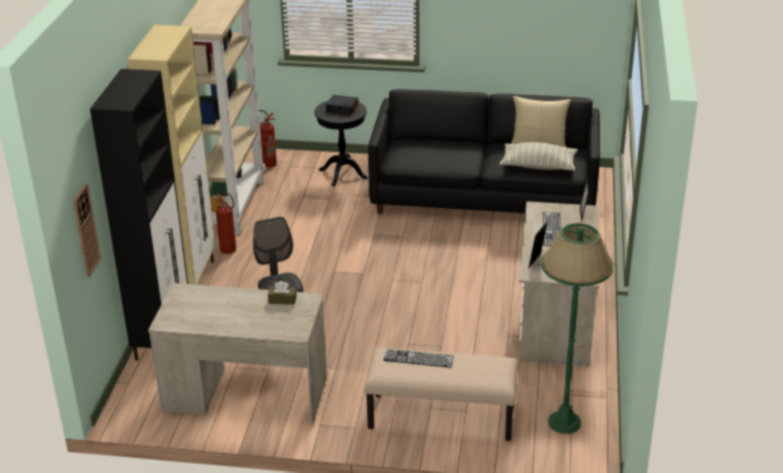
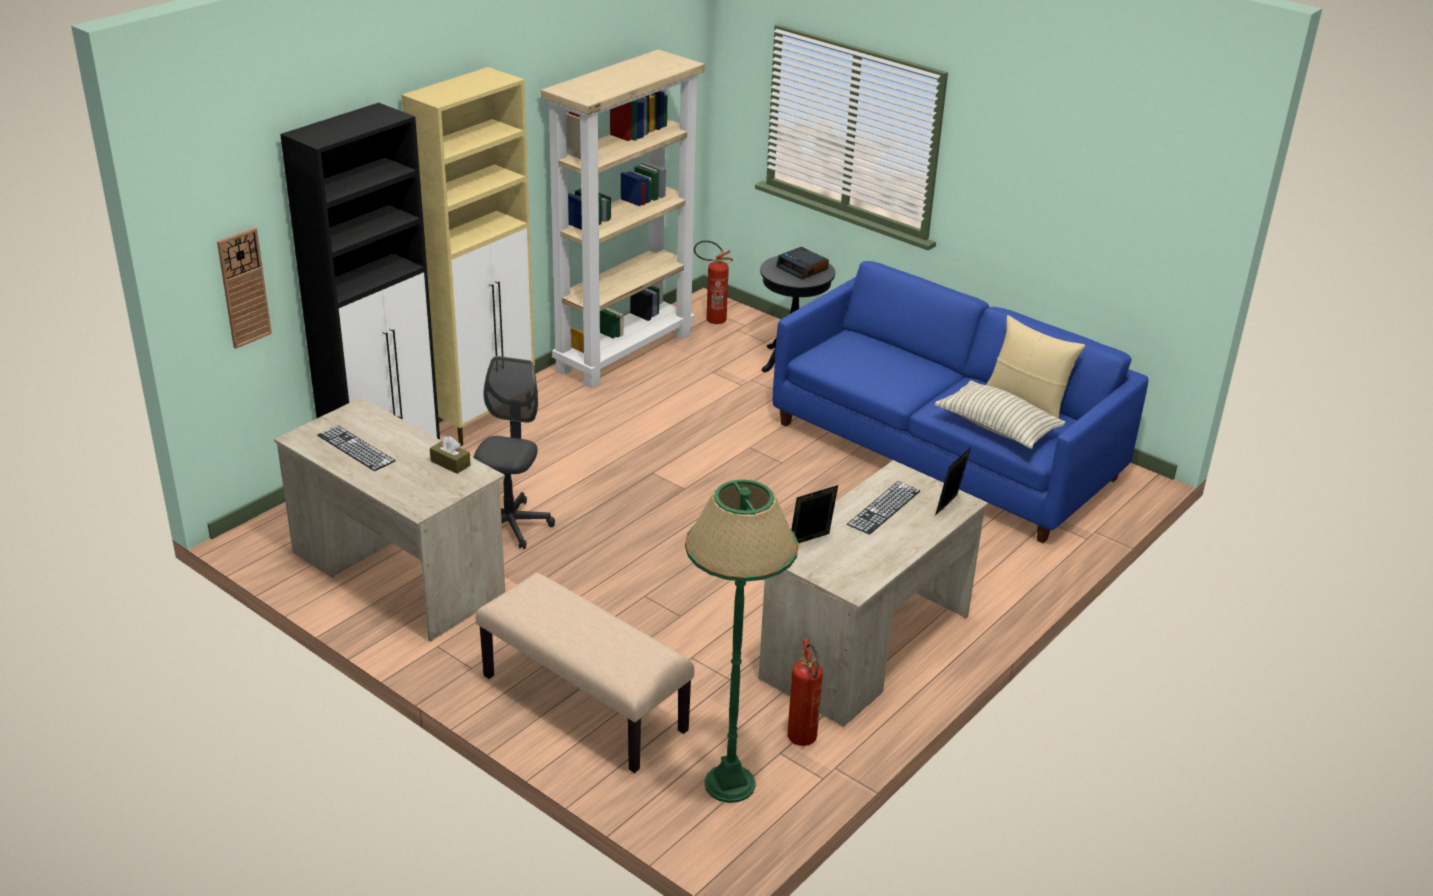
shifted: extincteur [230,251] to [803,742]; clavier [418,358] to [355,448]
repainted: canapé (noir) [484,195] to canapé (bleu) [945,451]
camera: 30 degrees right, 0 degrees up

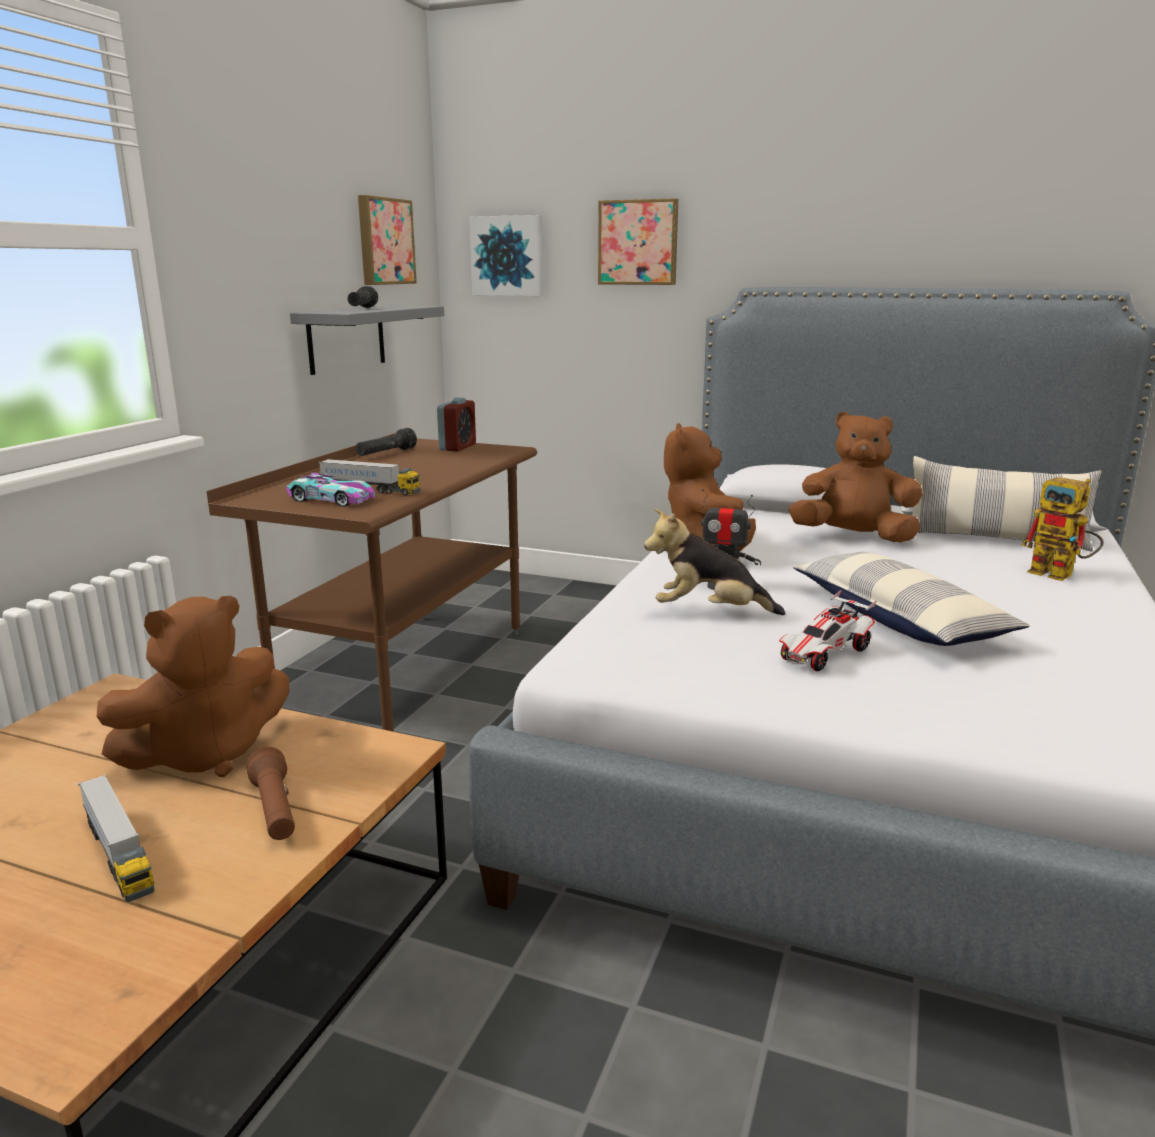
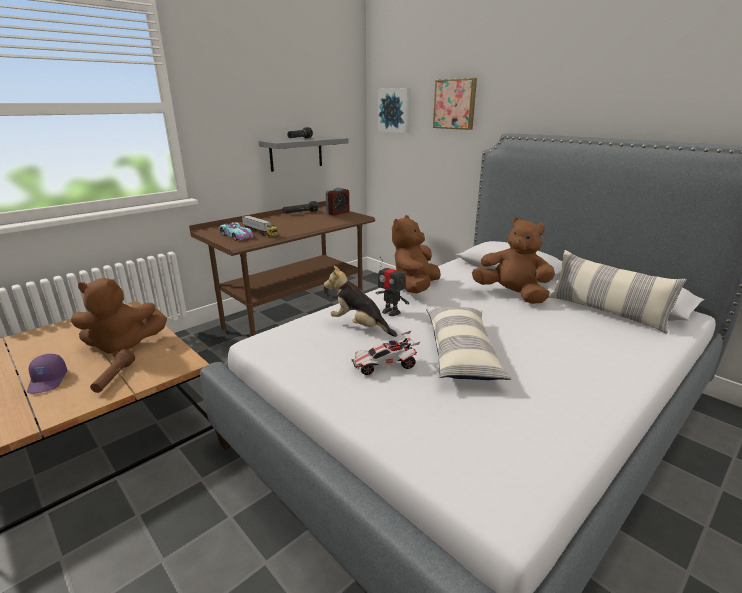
gone: tableau [384,241]; robot jouet [1060,575]
swapped: camion jouet [119,854] to casquette (violet) [48,381]
camera: 25 degrees right, 5 degrees up

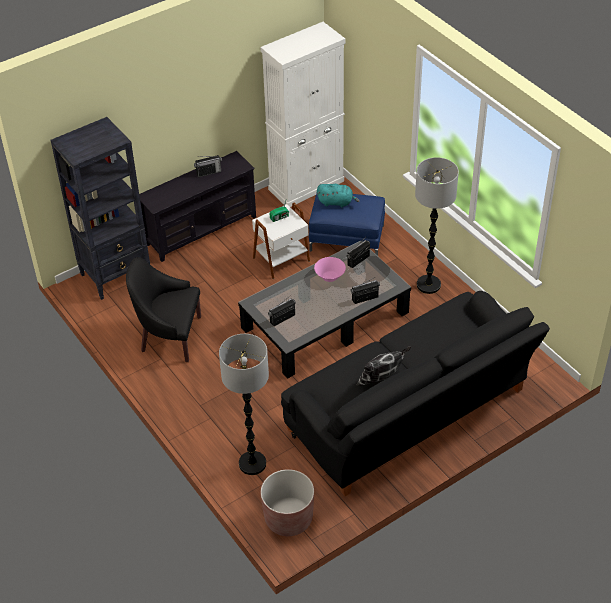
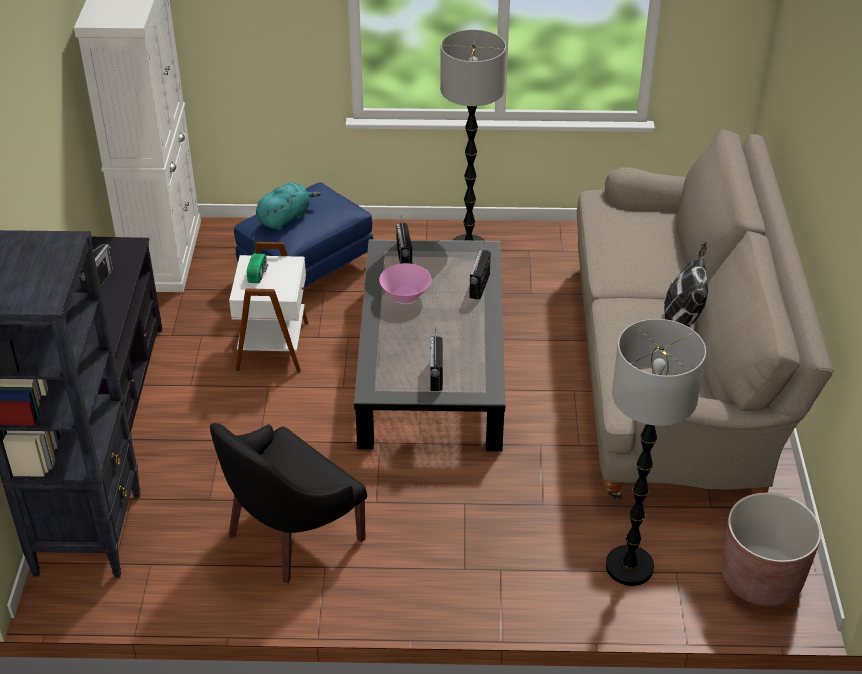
repainted: canapé (noir) [410,415] to canapé (beige) [673,373]
camera: 55 degrees left, 5 degrees down

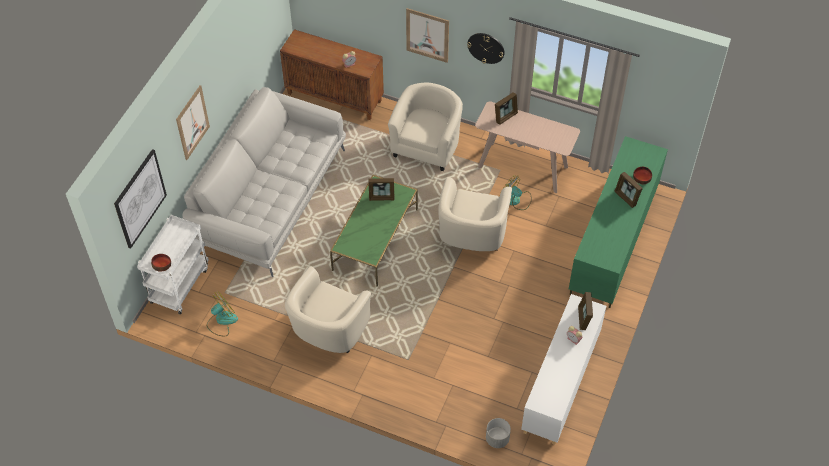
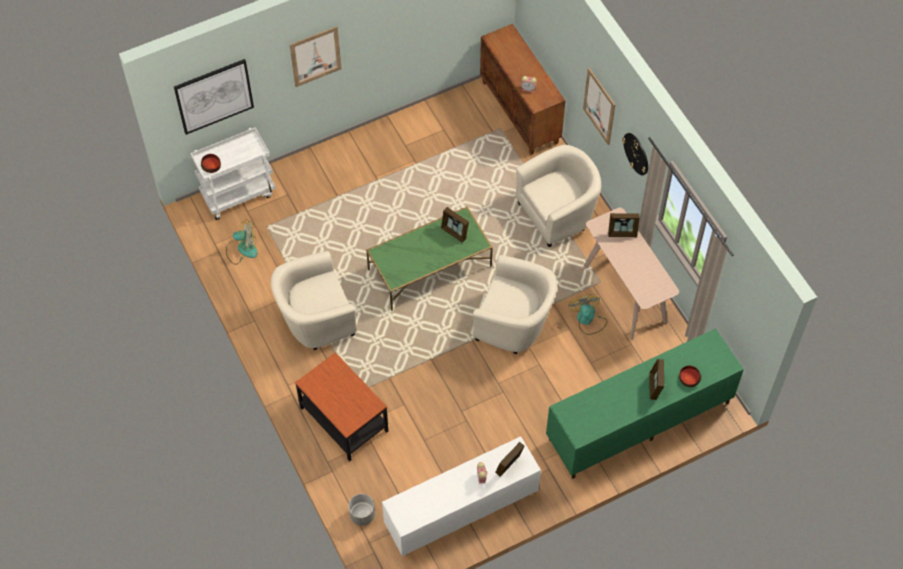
gone: canapé (blanc) [270,196]
new: table d'appoint [343,419]
rotated: fauteuil (beige) [471,236] = [514,324] 120 degrees counterclockwise
camera: 40 degrees right, 5 degrees up

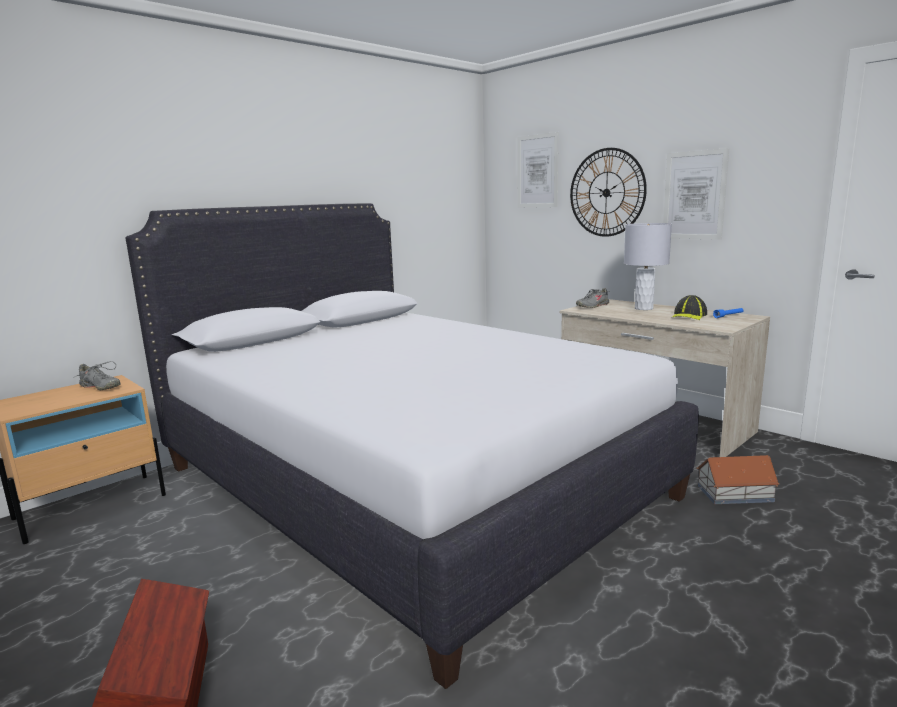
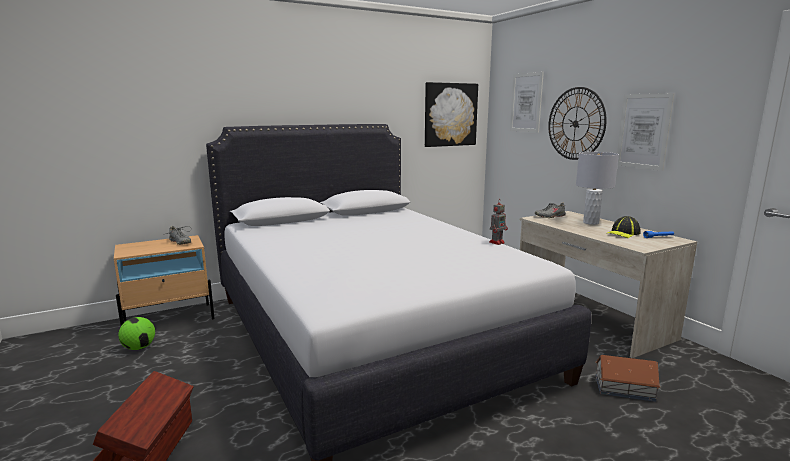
new: ballon de foot [139,347]; tableau [450,114]; robot jouet [497,242]
camera: 15 degrees right, 0 degrees up

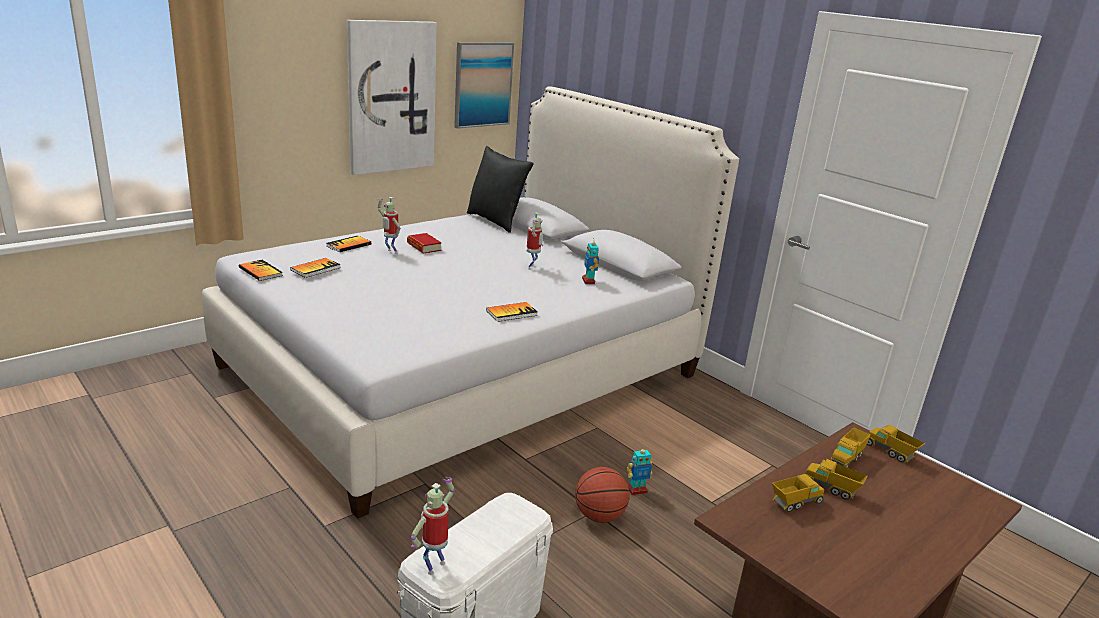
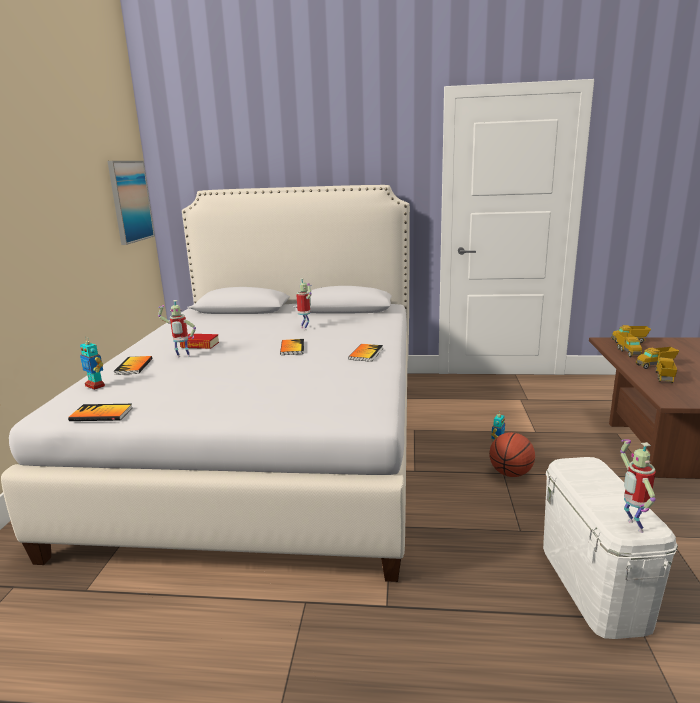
gone: tableau [391,97]; coussin (noir) [496,221]
shifted: livre [315,269] to [292,348]; robot jouet [588,281] to [95,386]
camera: 40 degrees left, 5 degrees down

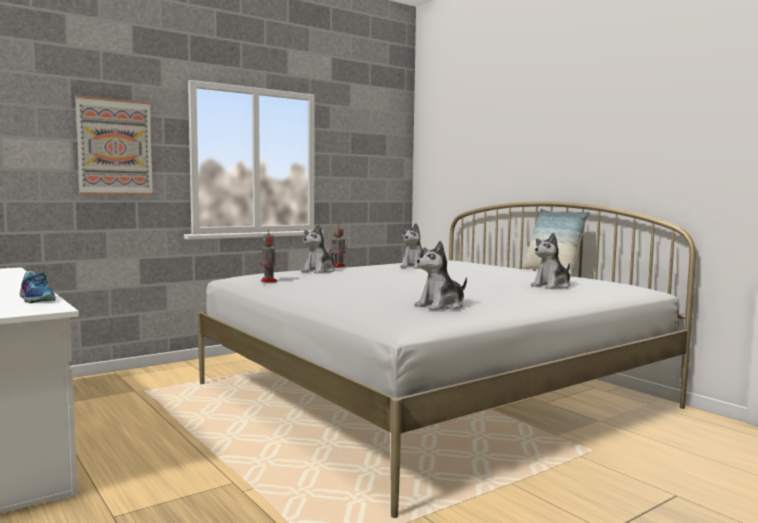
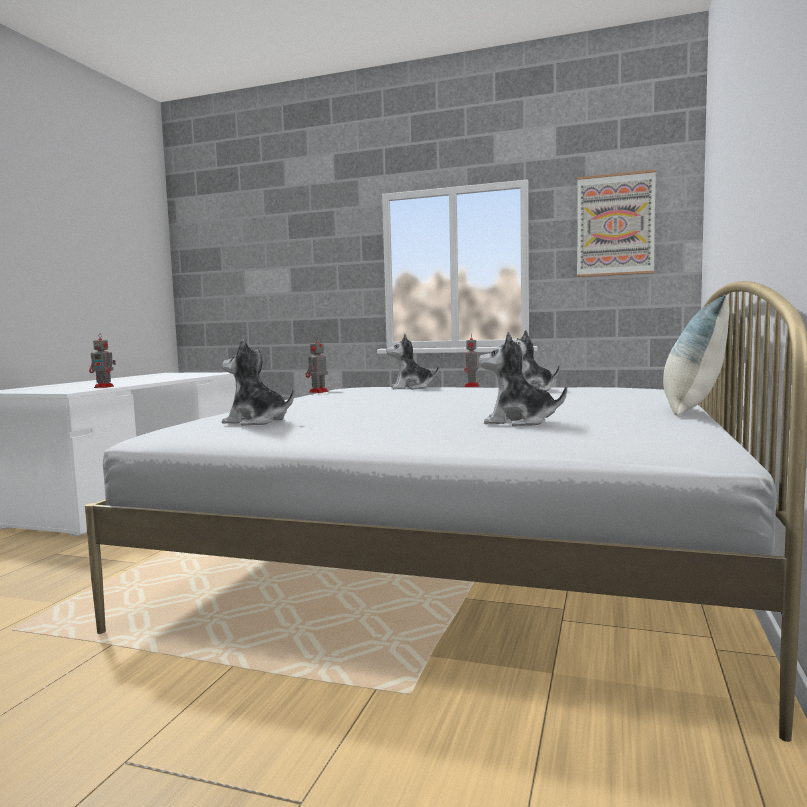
shifted: tableau [115,147] to [615,225]
swapped: chaussure [37,299] to robot jouet [105,387]
camera: 55 degrees right, 0 degrees up

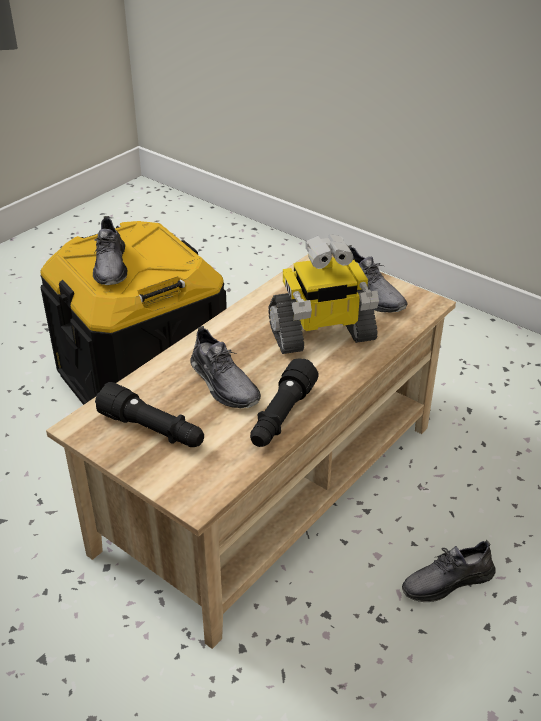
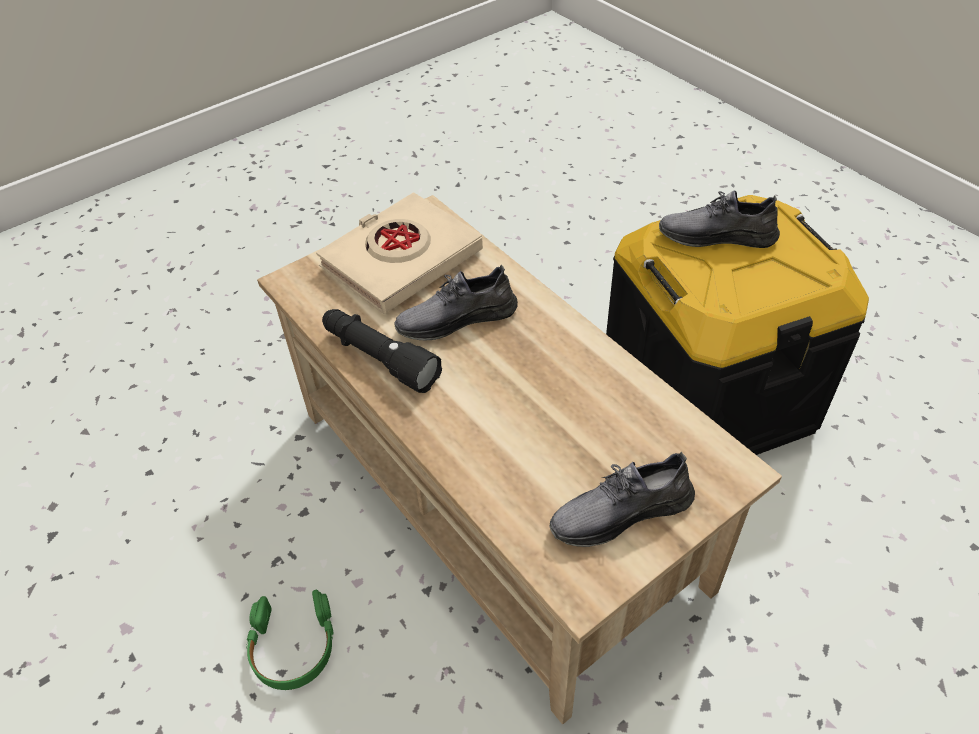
gone: robot jouet [321,334]
swapped: lampe de poche (noir) [153,430] to livre (beige) [401,259]; chaussure (gris) [447,581] to casque audio (vert) [293,646]
camera: 105 degrees right, 10 degrees up

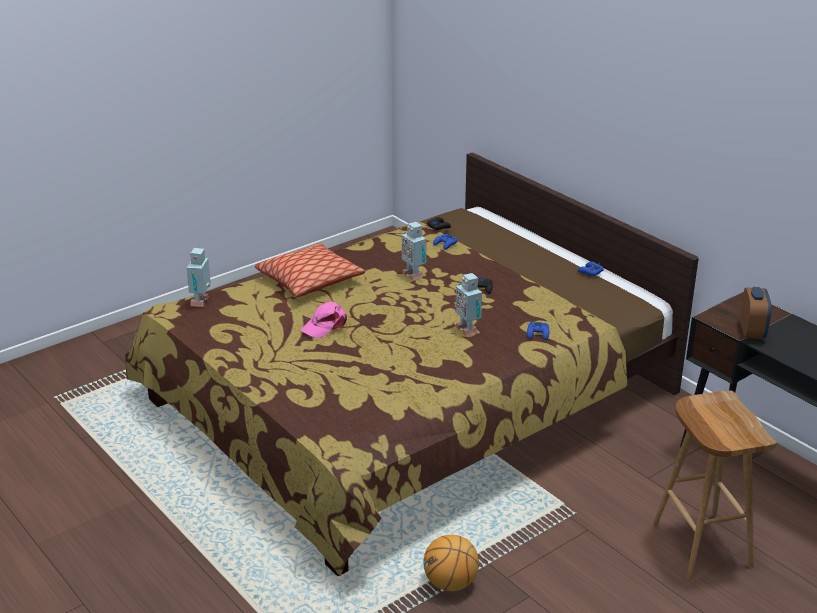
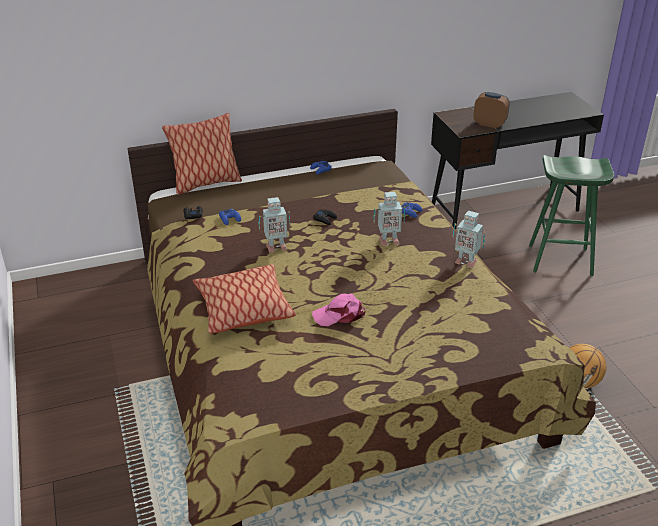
new: coussin [206,183]
shifted: robot jouet [201,301] to [465,261]
repainted: tabouret (marron) [700,544] to tabouret (vert) [559,260]
rotated: casquette (rose) [325,325] = [340,315] 105 degrees clockwise
camera: 70 degrees left, 5 degrees up

